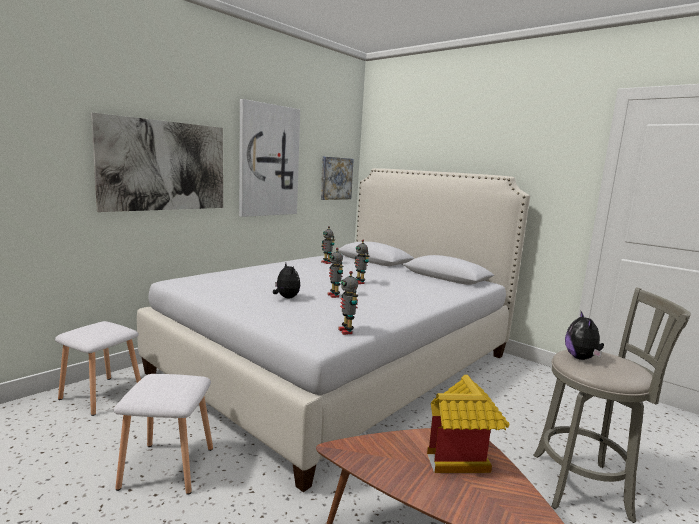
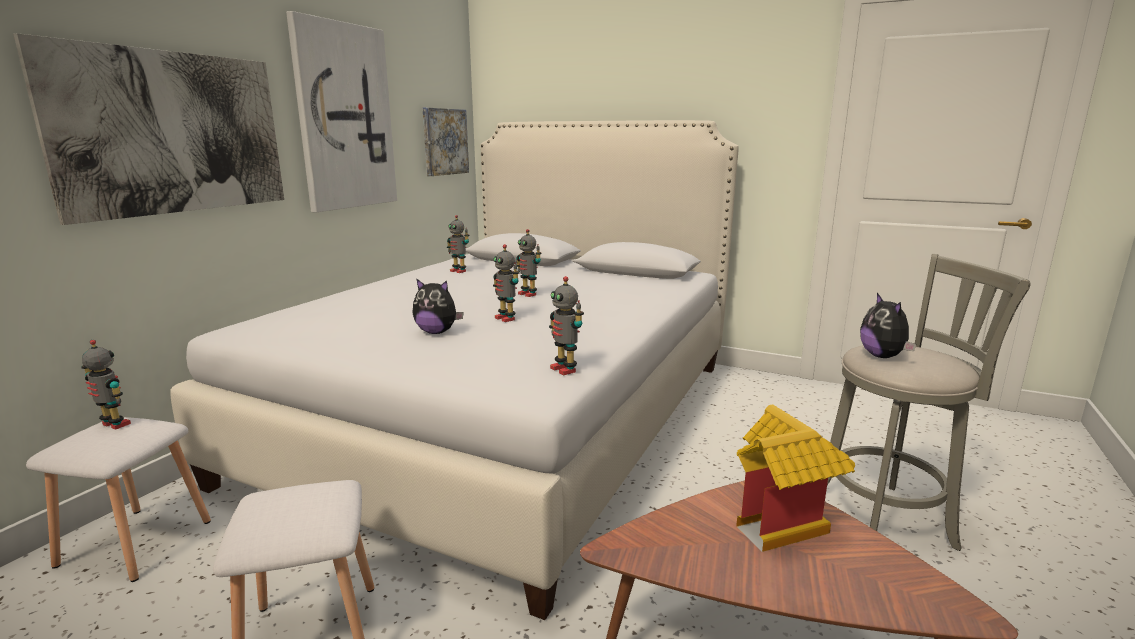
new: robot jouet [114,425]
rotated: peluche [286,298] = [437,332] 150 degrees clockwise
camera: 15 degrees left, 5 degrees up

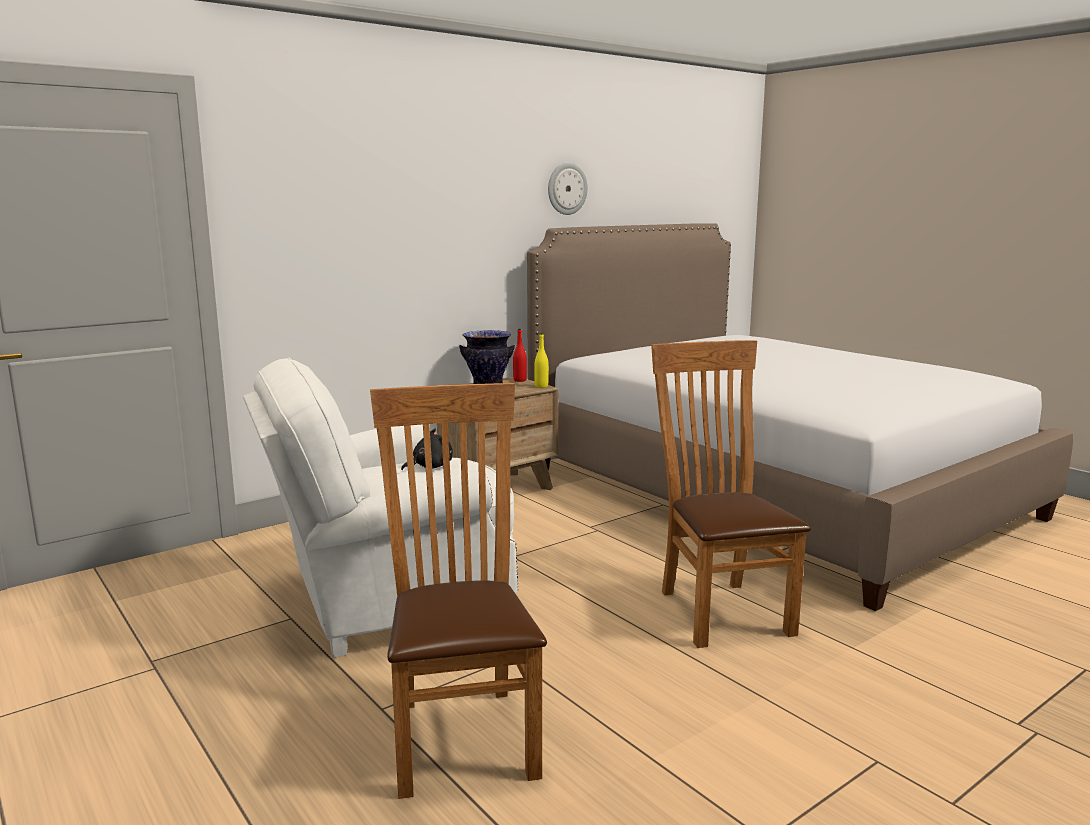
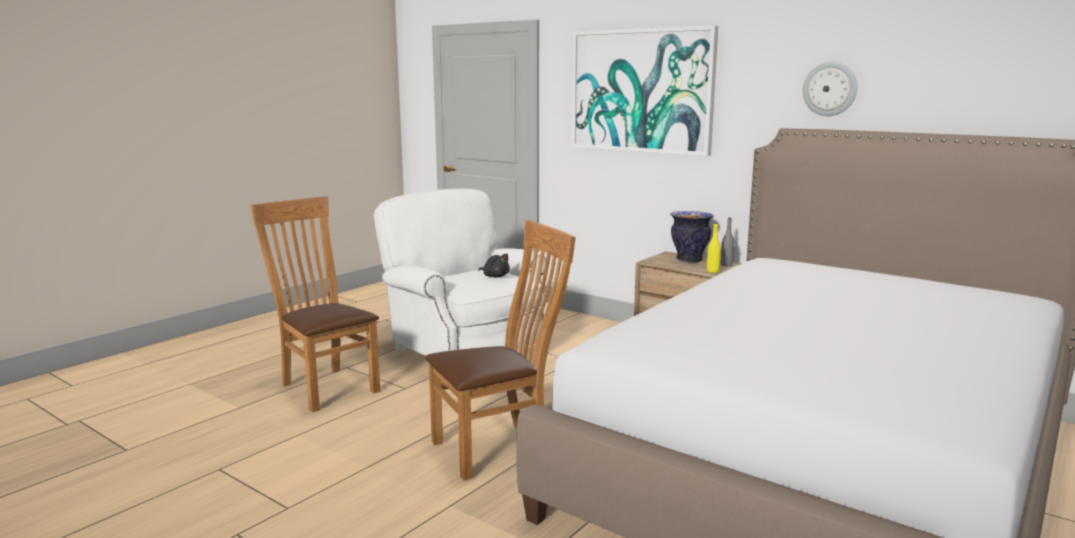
new: tableau [641,91]
repainted: bouteille (rouge) [520,380] to bouteille (gris) [726,265]
rotated: chaise (marron) [461,732] = [325,386] 105 degrees counterclockwise
camera: 75 degrees right, 0 degrees up

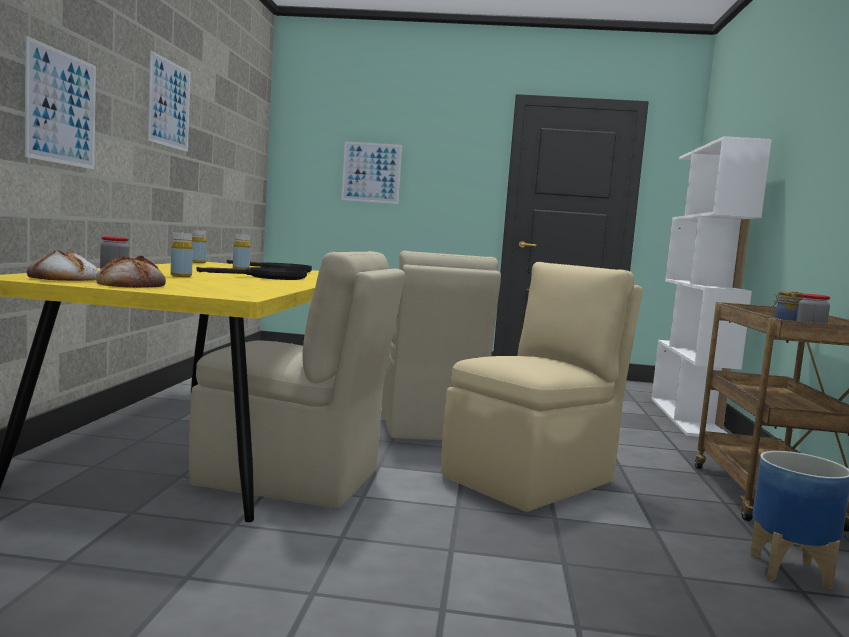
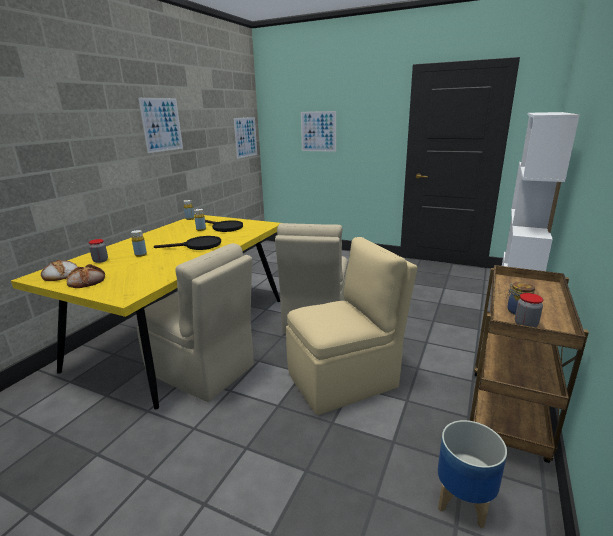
shifted: tableau [62,108] to [245,137]
camera: 20 degrees right, 15 degrees up

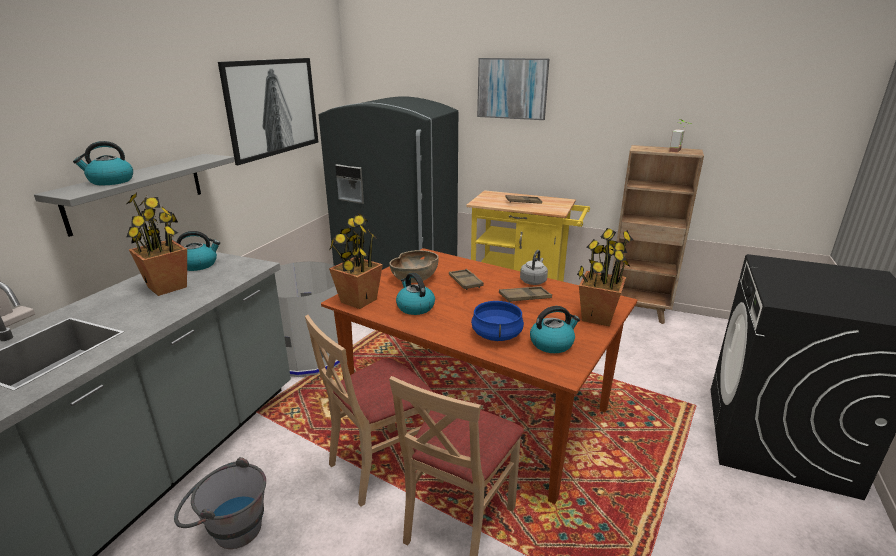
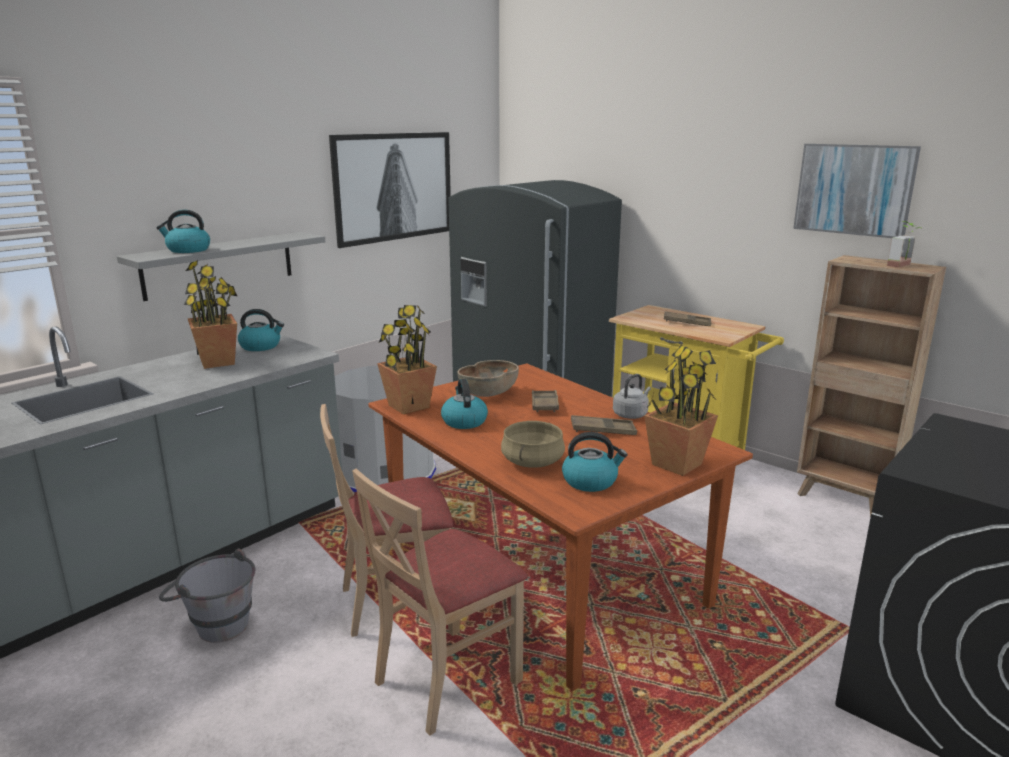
shifted: tableau [512,88] to [854,189]
repainted: marmite (bleu) [497,335] to marmite (beige) [533,462]
camera: 20 degrees right, 5 degrees down

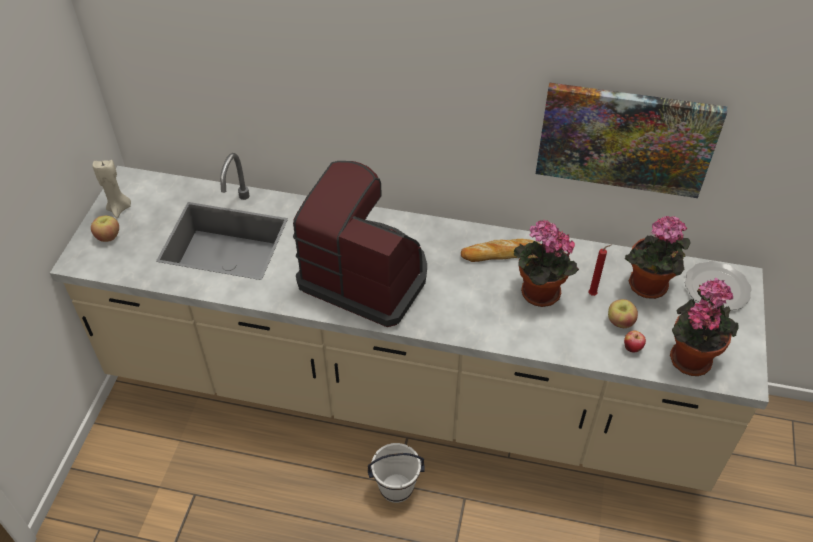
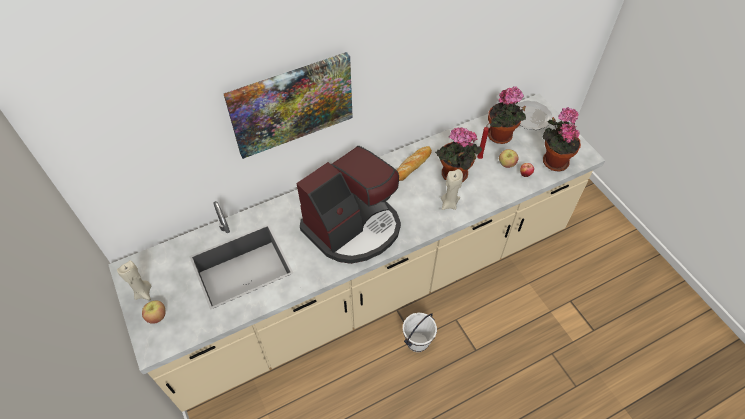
new: bougie (beige) [449,204]
shifted: tableau [626,138] to [291,104]
rotated: machine à café [366,276] = [353,227] 150 degrees clockwise
camera: 40 degrees left, 5 degrees up

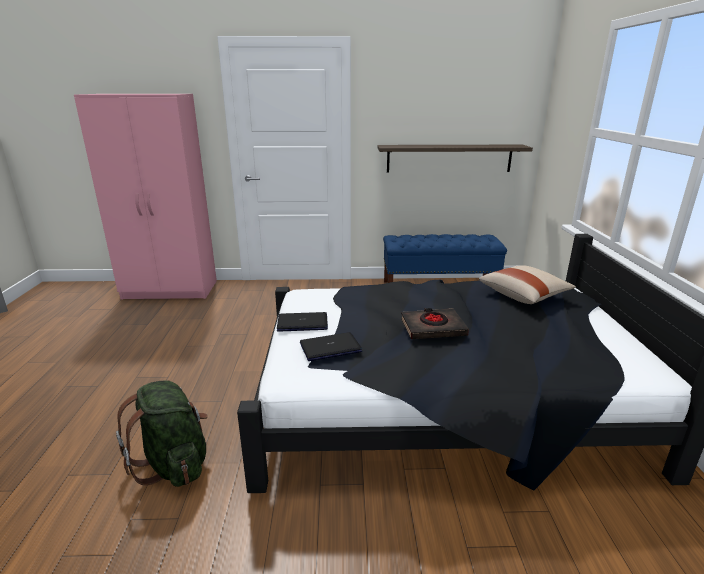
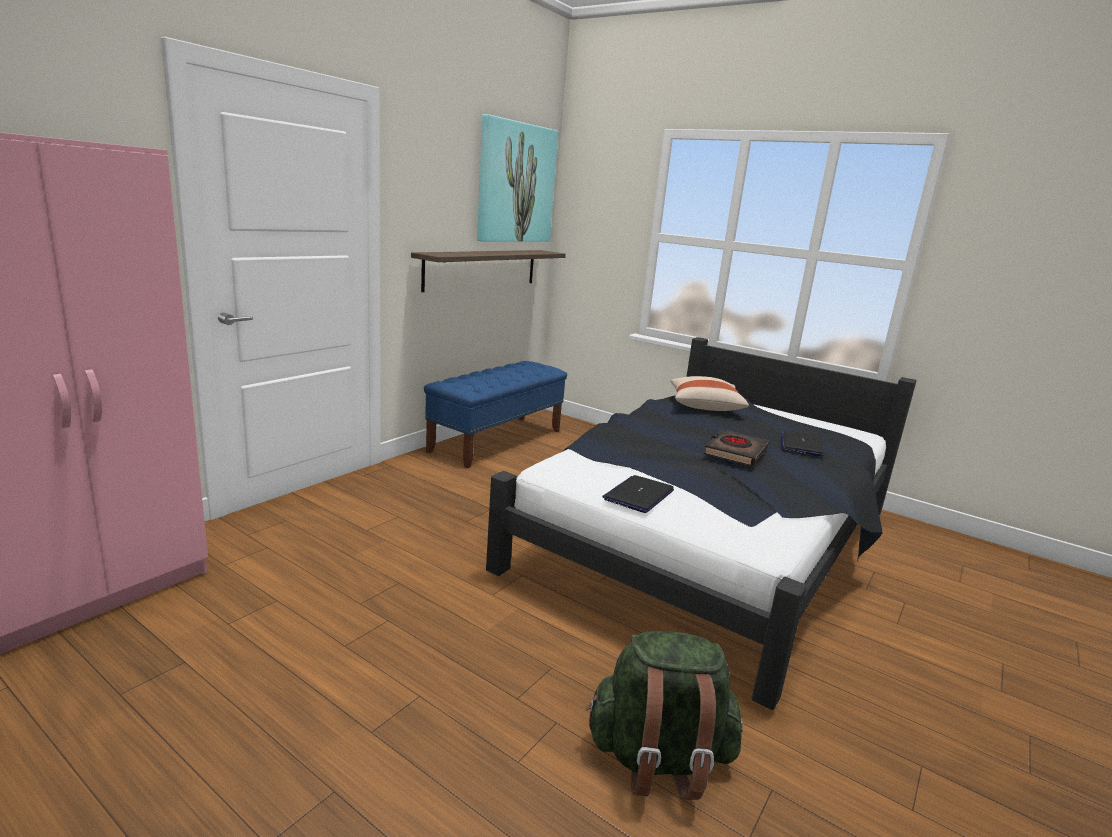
new: tableau [515,183]
shifted: ordinateur portable [330,347] to [801,444]
camera: 55 degrees left, 5 degrees down

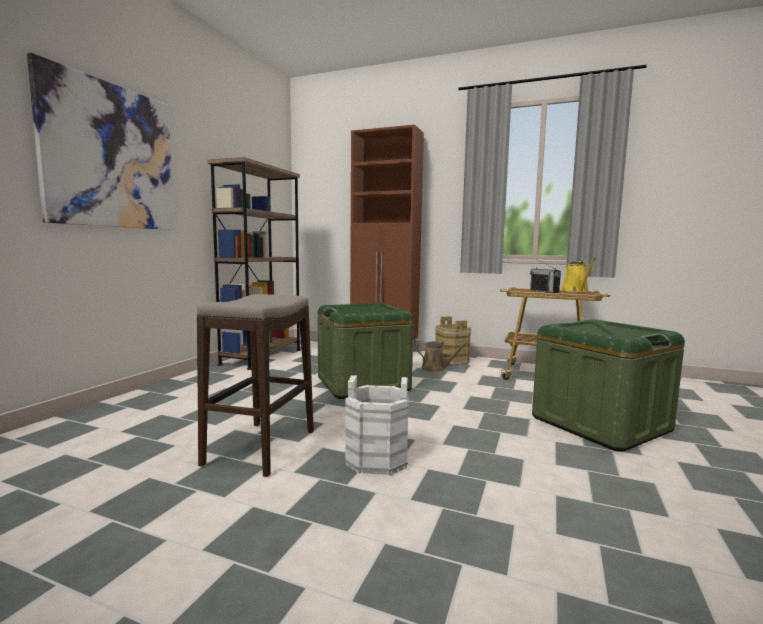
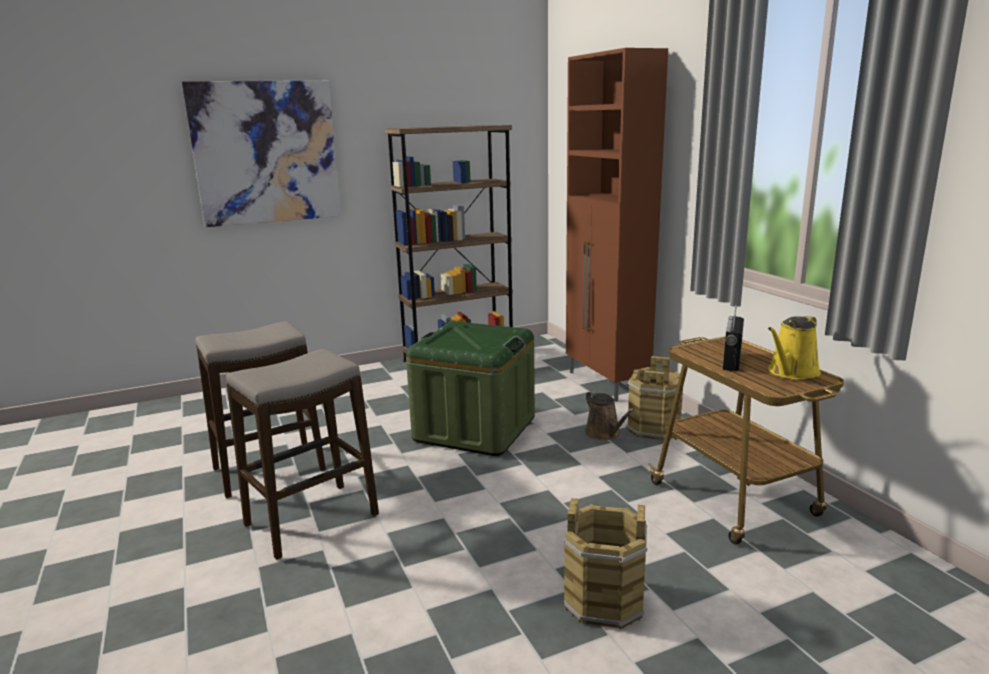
swapped: seau (blanc) [377,459] to tabouret [311,520]; boîte de rangement (vert) [600,424] to seau (marron) [604,599]
camera: 45 degrees right, 10 degrees up

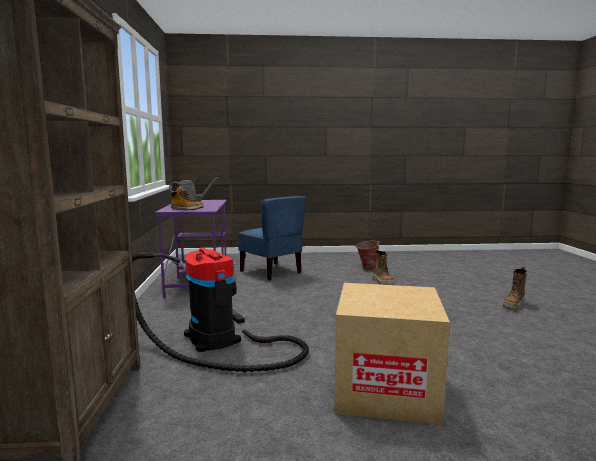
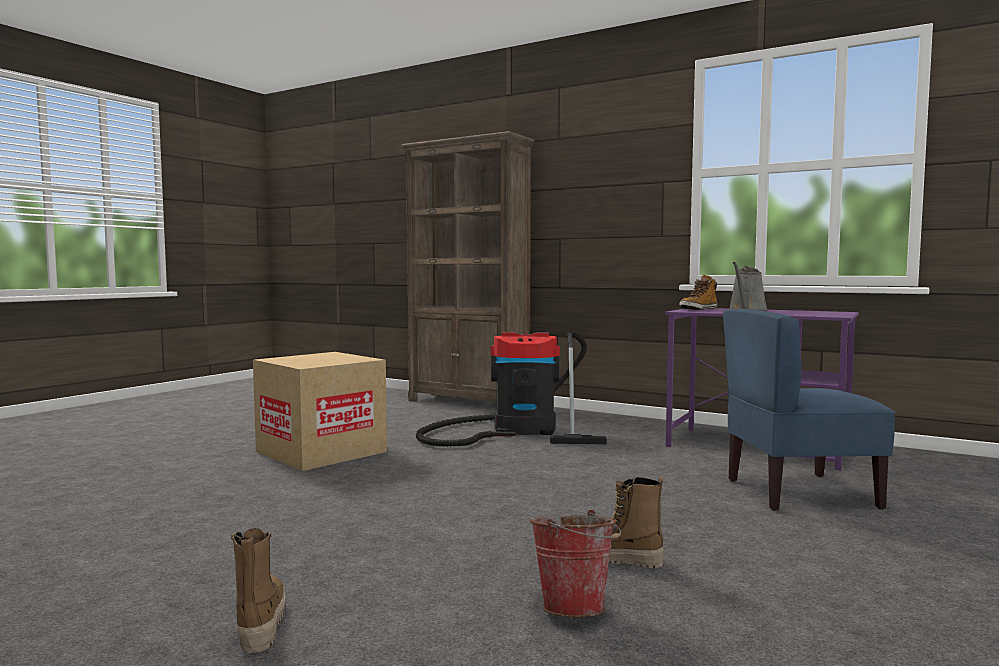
shifted: seau [367,267] to [574,607]
camera: 125 degrees right, 5 degrees down

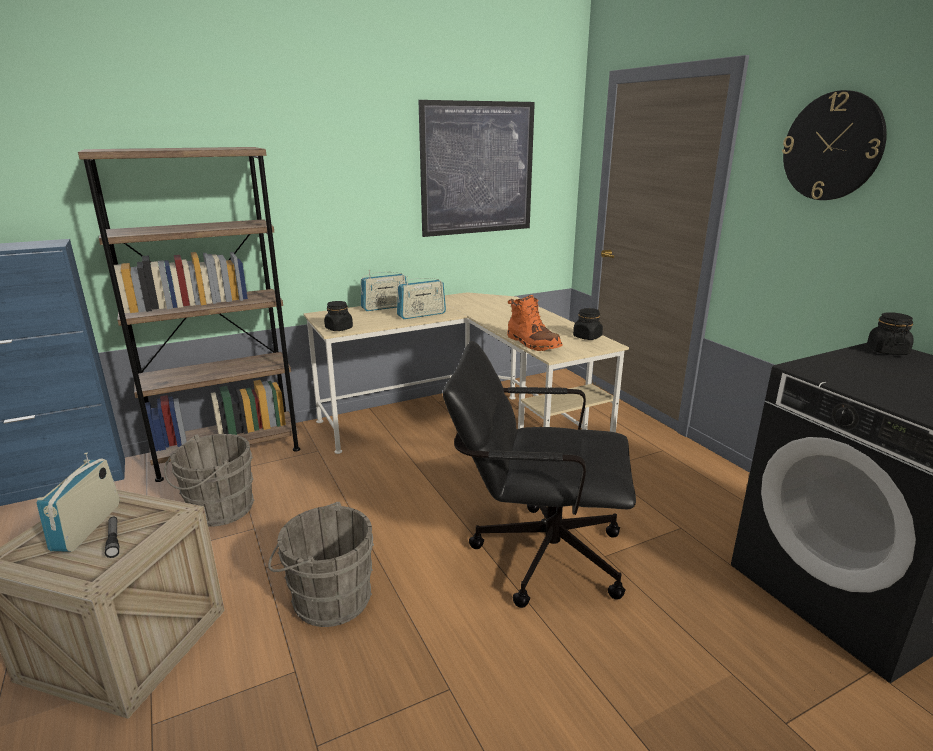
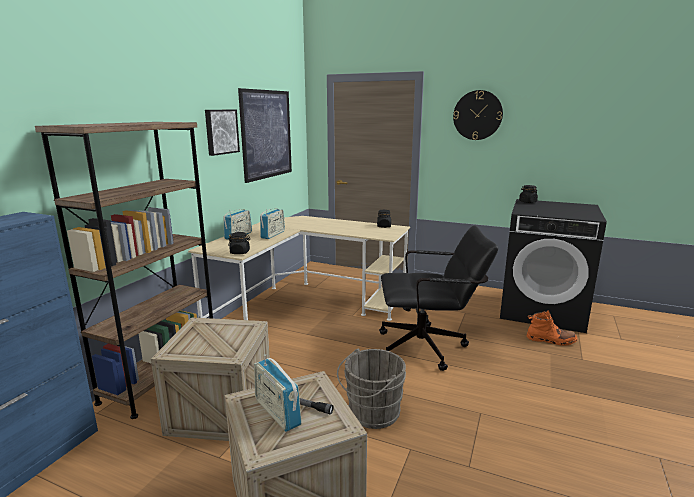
new: tableau [221,131]
shifted: botte (orange) [532,343] to [551,340]
swapped: seau (gris) [217,510] to caisse [221,410]
rotated: chaise de bureau (noir) [535,553] = [429,347] 150 degrees counterclockwise
camera: 40 degrees left, 5 degrees down

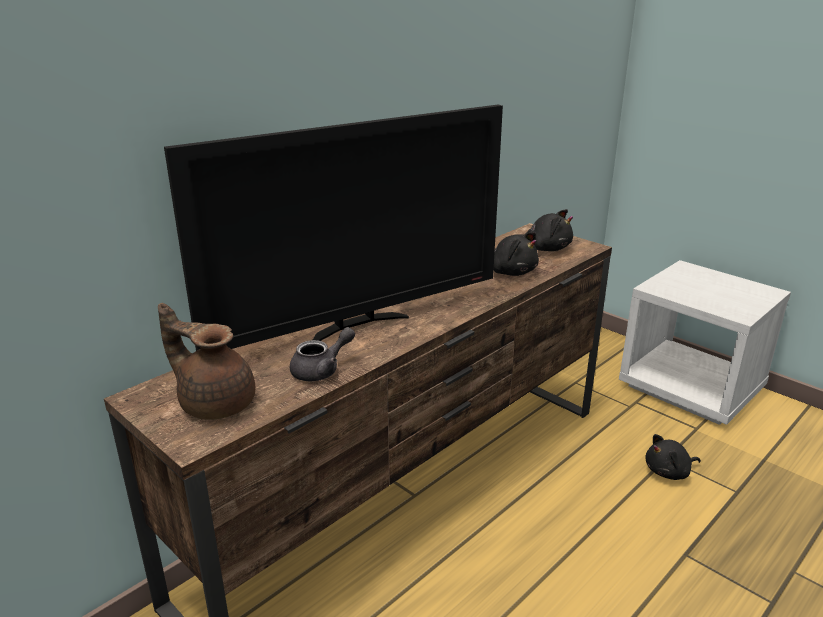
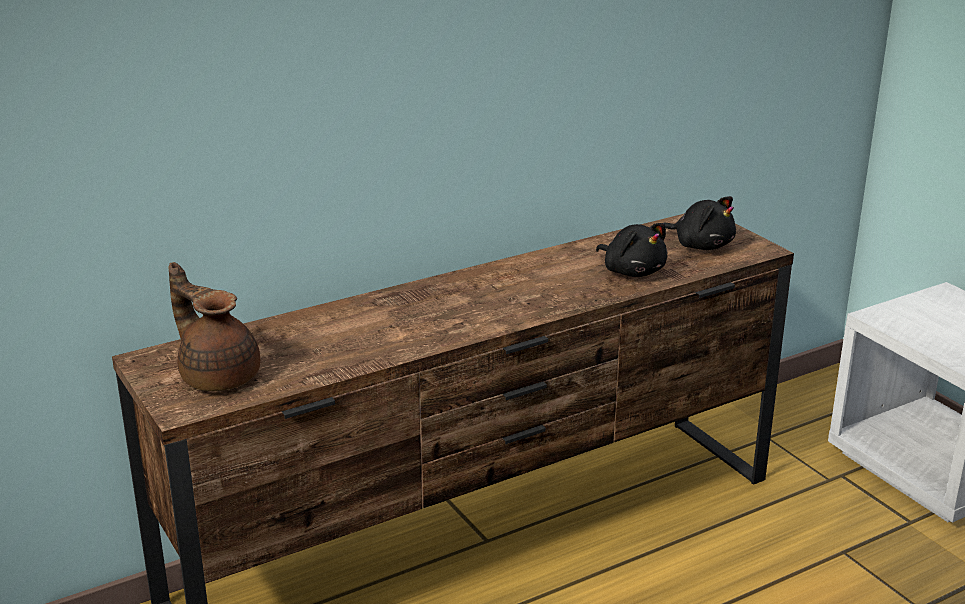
gone: téléviseur [357,325]; théière (gris) [322,370]; peluche (noir) [669,472]
camera: 15 degrees right, 0 degrees up

